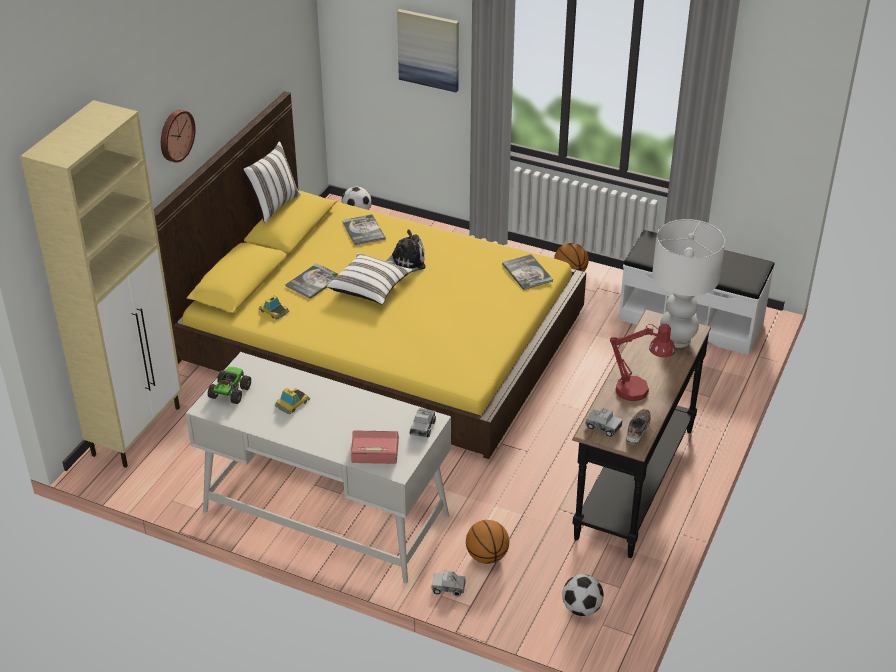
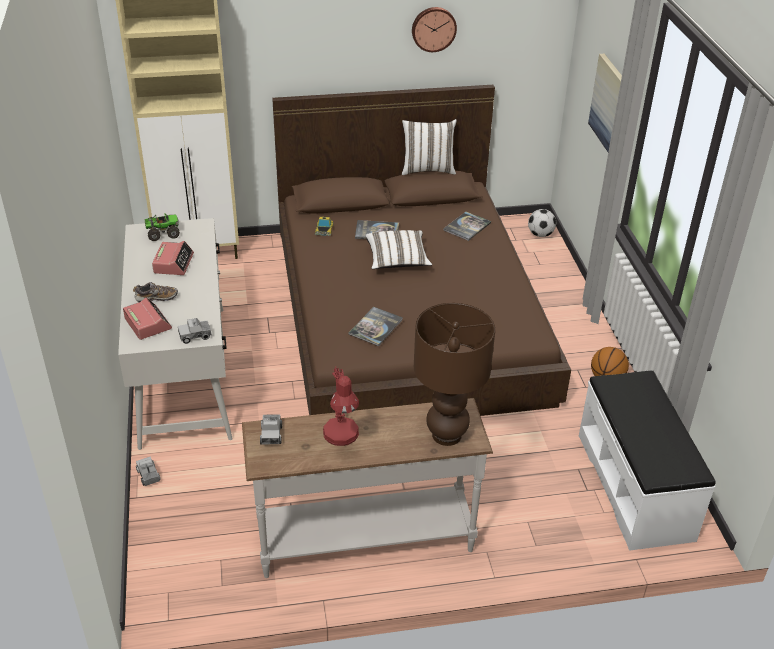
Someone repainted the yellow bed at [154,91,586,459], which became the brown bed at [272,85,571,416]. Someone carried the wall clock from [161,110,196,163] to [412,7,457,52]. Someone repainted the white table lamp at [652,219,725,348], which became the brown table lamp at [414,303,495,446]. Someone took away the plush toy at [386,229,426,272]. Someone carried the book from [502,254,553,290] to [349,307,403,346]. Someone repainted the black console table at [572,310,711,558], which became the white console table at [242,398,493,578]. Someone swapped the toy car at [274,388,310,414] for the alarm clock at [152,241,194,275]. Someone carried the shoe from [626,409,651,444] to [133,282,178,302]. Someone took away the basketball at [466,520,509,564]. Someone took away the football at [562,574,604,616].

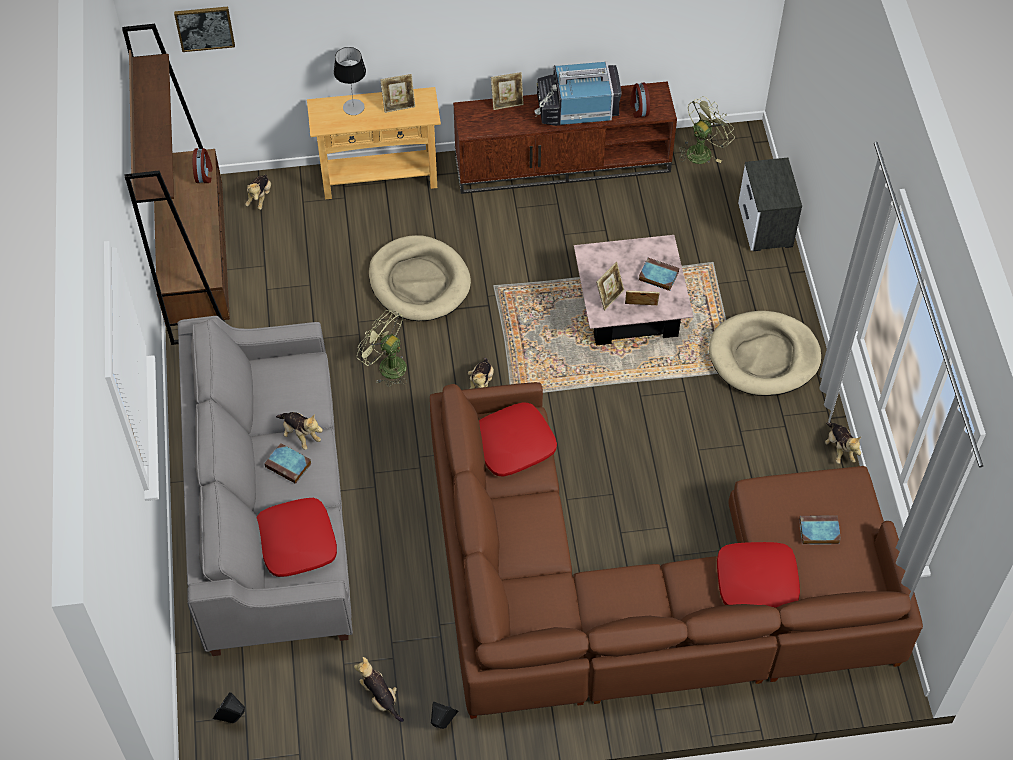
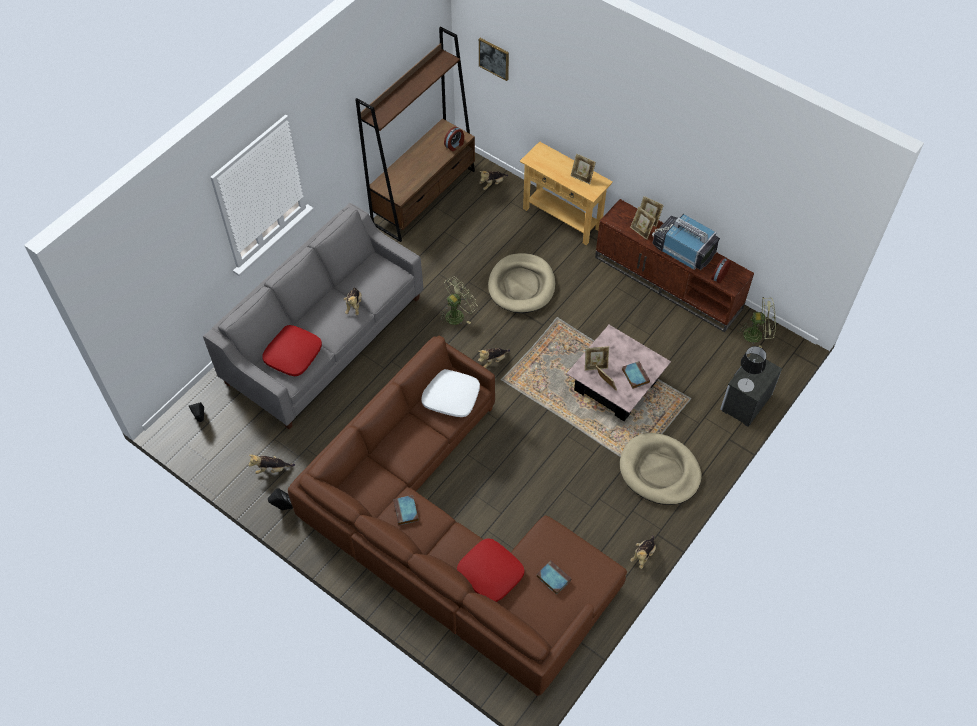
Someone carried the table lamp from [334,47,366,115] to [738,346,767,392]. Someone rotated the green fan at [357,310,407,387] by 60 degrees clockwise. Someone repainted the red pillow at [479,402,557,477], which became the white pillow at [421,369,480,417]. Someone carried the book from [264,443,312,484] to [393,495,419,525]. Someone rotated the plush toy at [354,657,404,722] by 105 degrees counterclockwise. Someone put down the picture frame at [630,207,656,240].

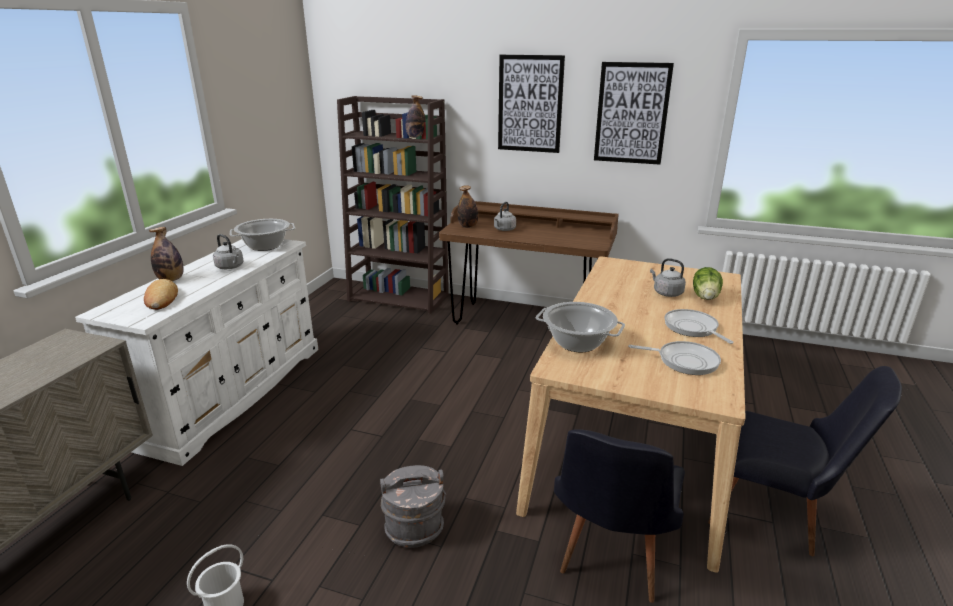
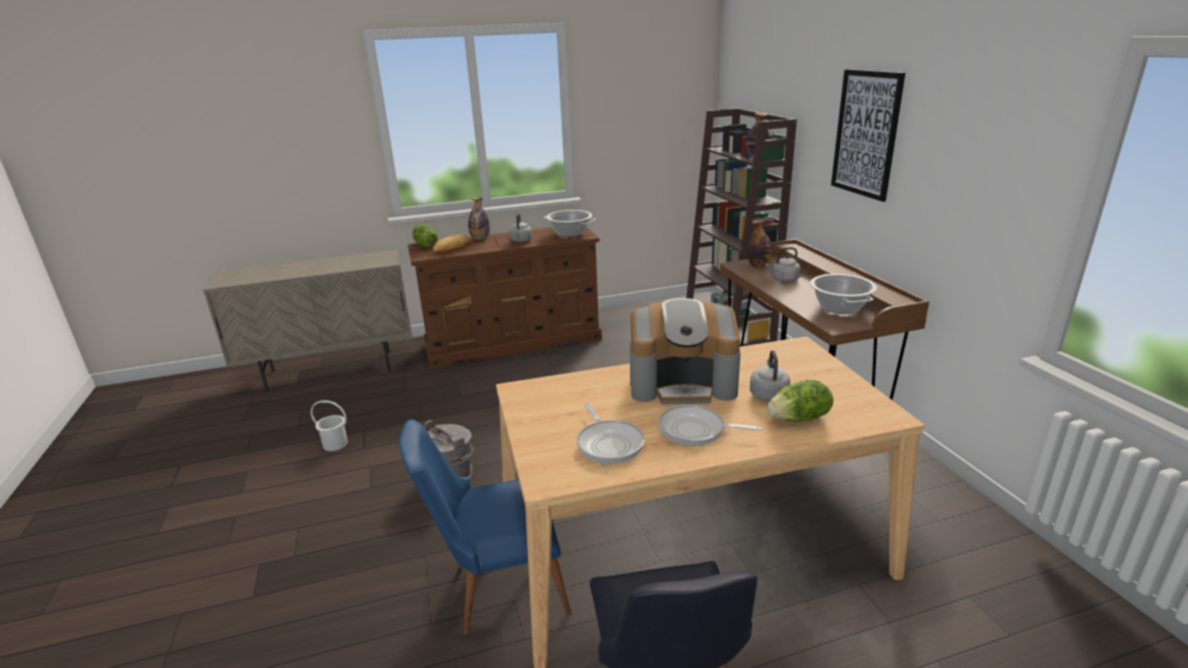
Someone took away the picture at [594,62,674,165]. Someone repainted the white dresser at [75,239,319,466], which became the brown dresser at [408,227,602,369]. Someone carried the cooking pot from [536,302,625,352] to [810,274,877,314]. Someone rotated the frying pan at [664,309,733,344] by 105 degrees counterclockwise. Someone repainted the black chair at [554,429,685,603], which became the blue chair at [399,420,572,635]. Someone put down the lettuce at [412,224,438,247]. Someone put down the coffee machine at [630,298,741,404].

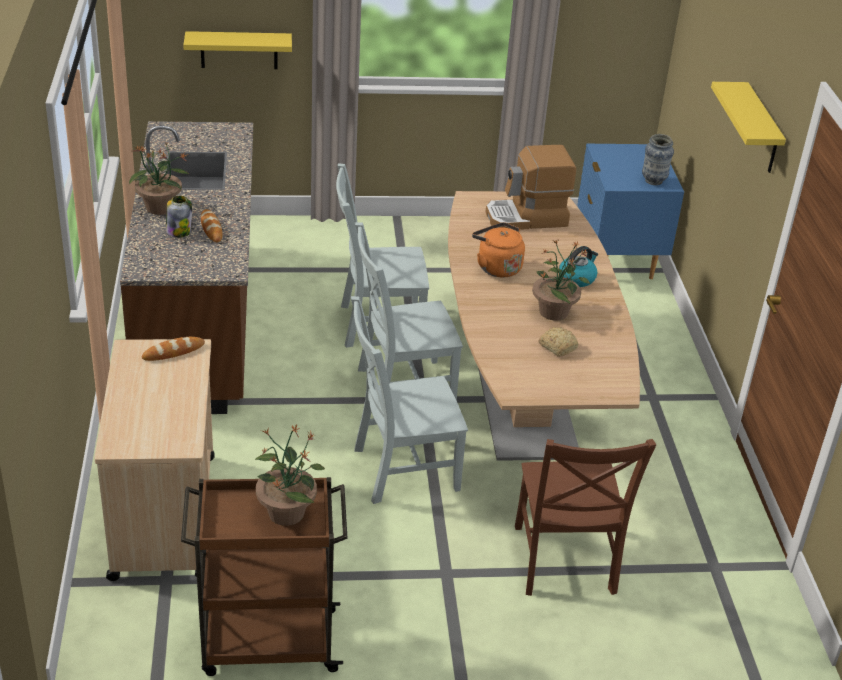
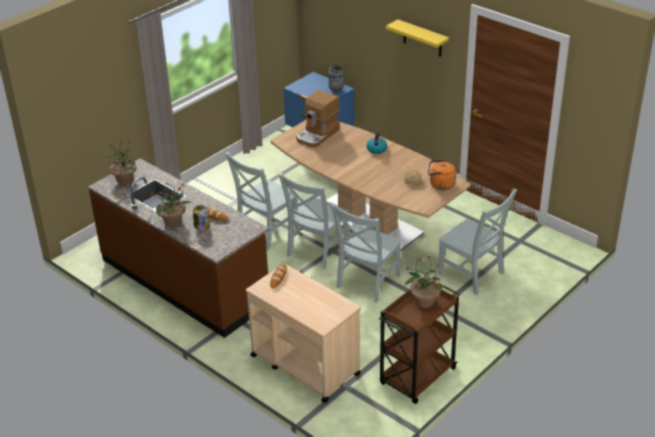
Someone took away the yellow shelf at [183,31,292,69]. Someone carried the orange kettle from [472,222,525,278] to [428,159,456,190]. Someone carried the potted plant from [532,240,590,321] to [107,139,138,184]. Someone repainted the brown chair at [515,439,657,596], which became the grey chair at [438,189,517,295].

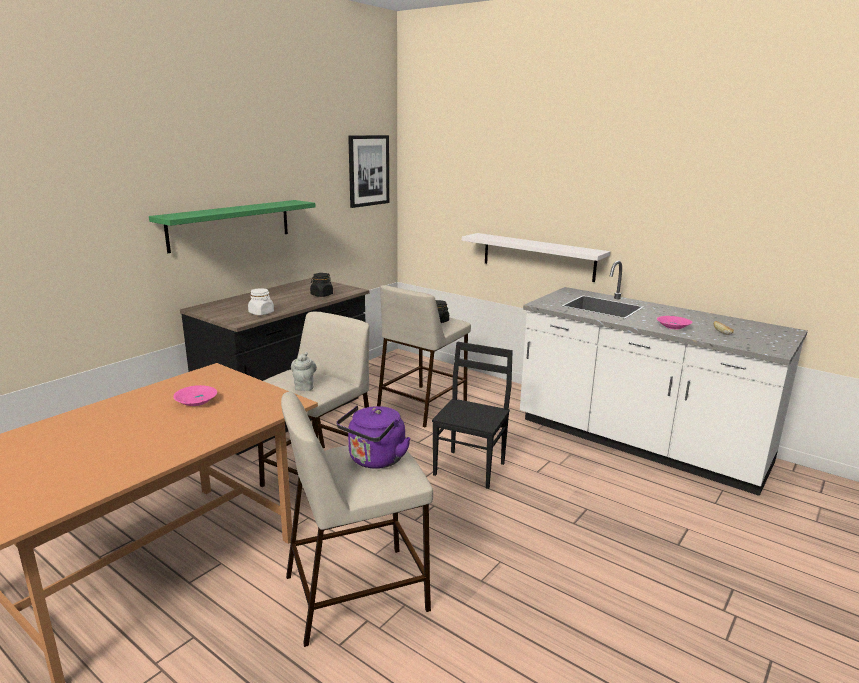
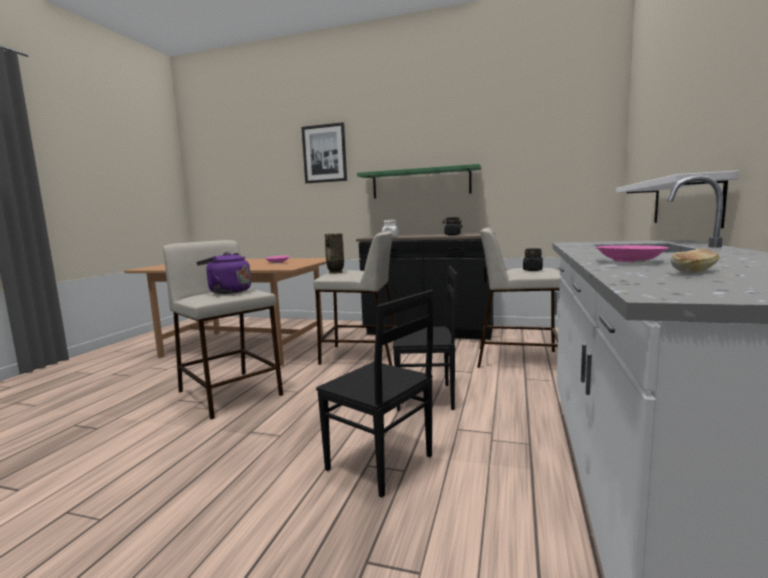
Someone carried the picture from [348,135,389,208] to [301,122,347,183]. Someone swapped the grey teapot at [291,352,317,391] for the vase at [325,233,344,274]. Someone put down the black chair at [316,290,433,497].

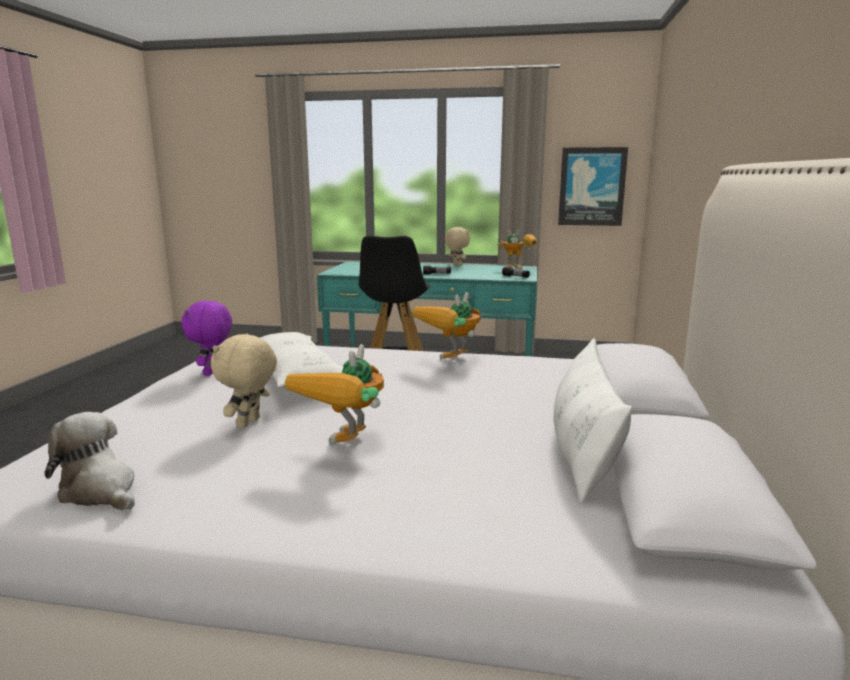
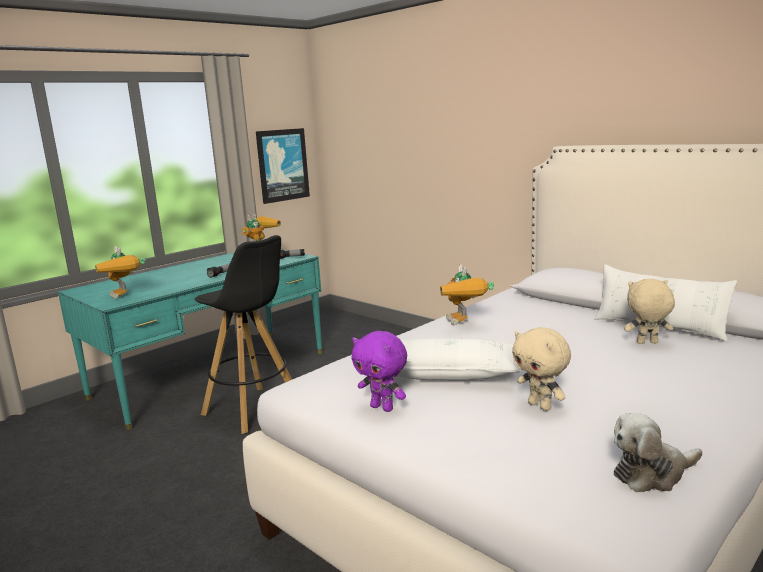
Someone carried the beige plush toy from [445,227,470,266] to [624,279,675,344]. Someone carried the toy robot from [285,344,384,446] to [95,246,146,299].

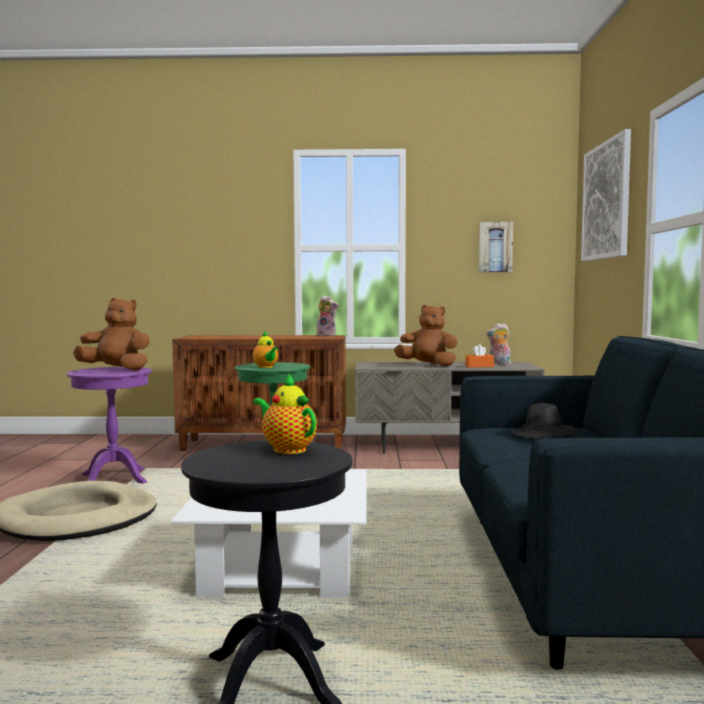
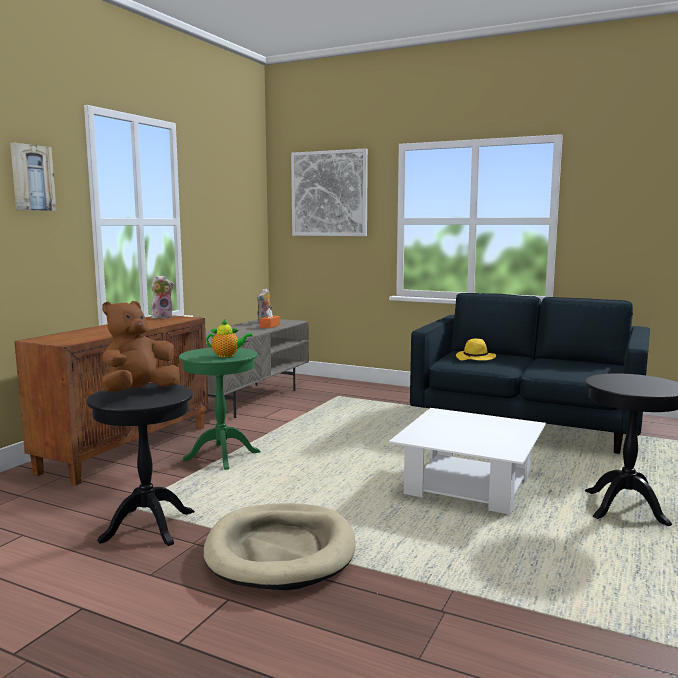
Someone carried the picture from [479,222,513,272] to [10,143,57,211]. Someone took away the brown plush toy at [394,305,458,366]. Someone repainted the purple side table at [67,367,152,484], which became the black side table at [87,383,195,546]. Someone took away the teapot at [253,374,317,454]. Someone repainted the black hat at [511,403,576,438], which became the yellow hat at [456,339,496,361].

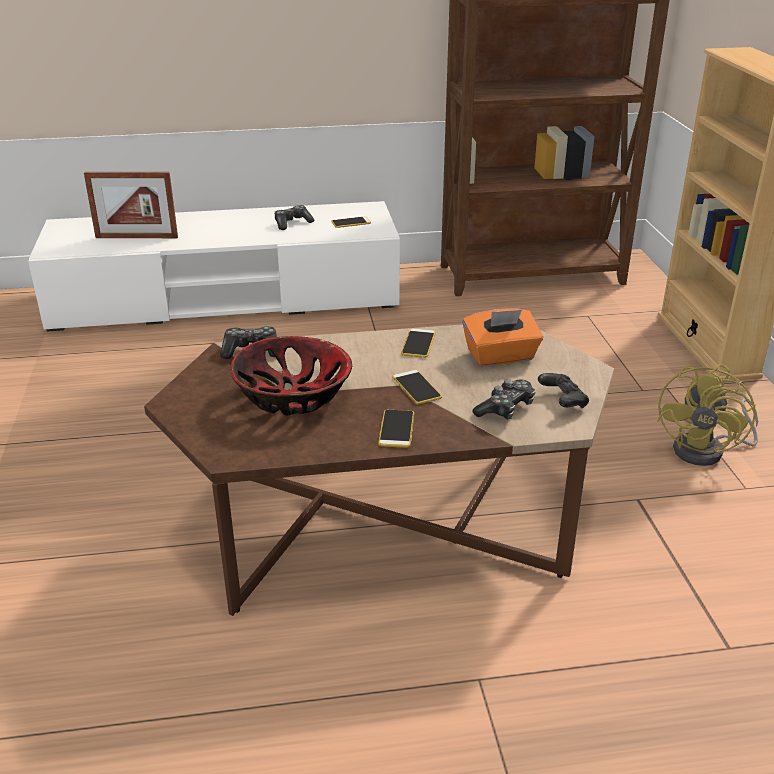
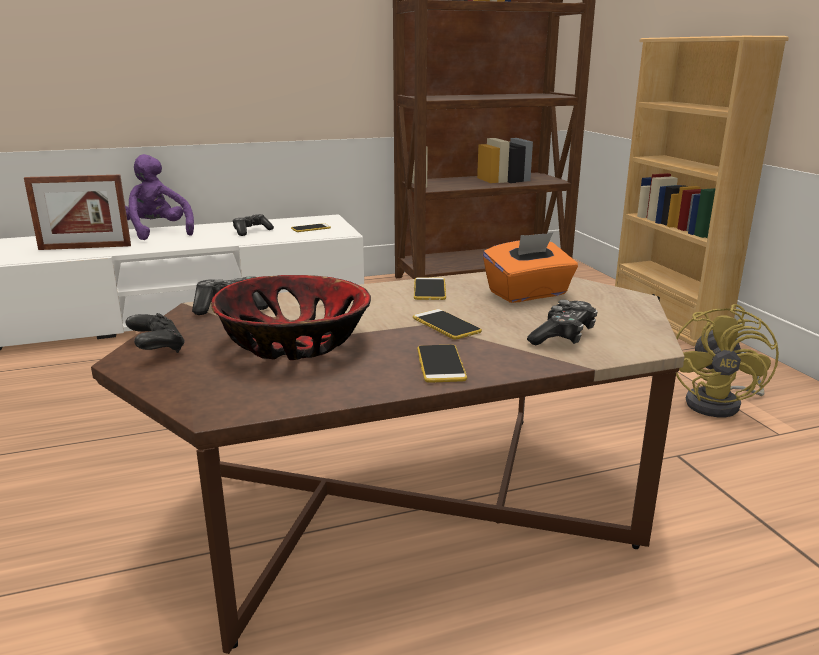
Someone carried the black game controller from [538,373,589,408] to [126,313,185,353]. Someone put down the purple plush toy at [125,154,194,240].

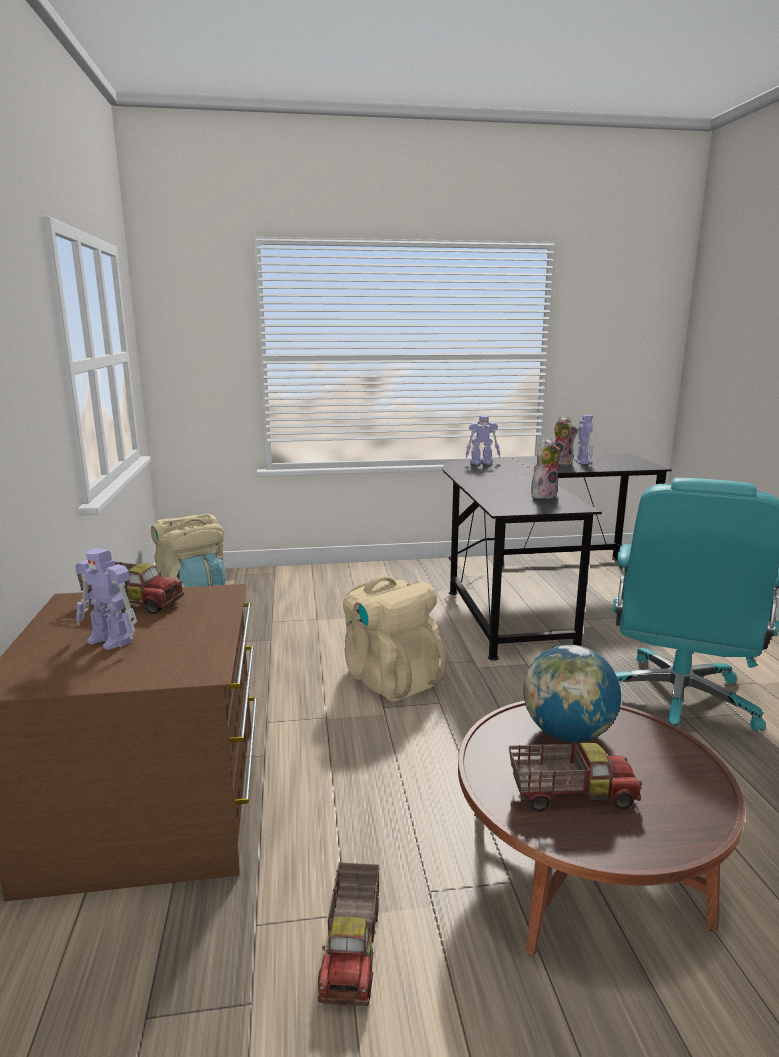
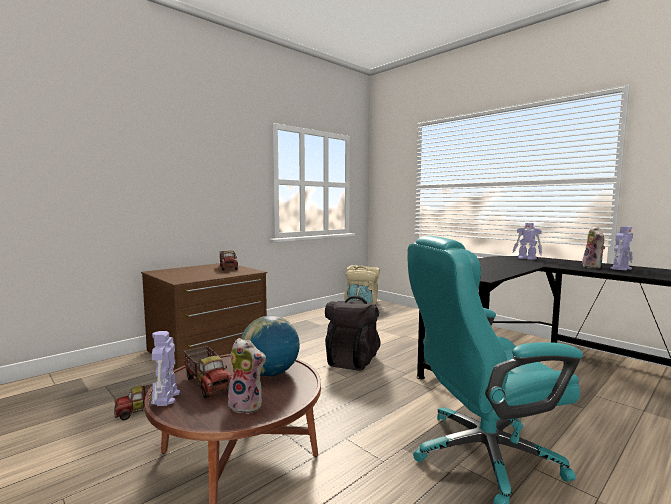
Someone carried the plush toy from [531,439,561,499] to [226,338,266,414]. Someone carried the toy robot from [75,548,137,650] to [151,331,180,406]. Someone repainted the beige backpack at [343,575,446,702], which became the black backpack at [325,295,381,371].

